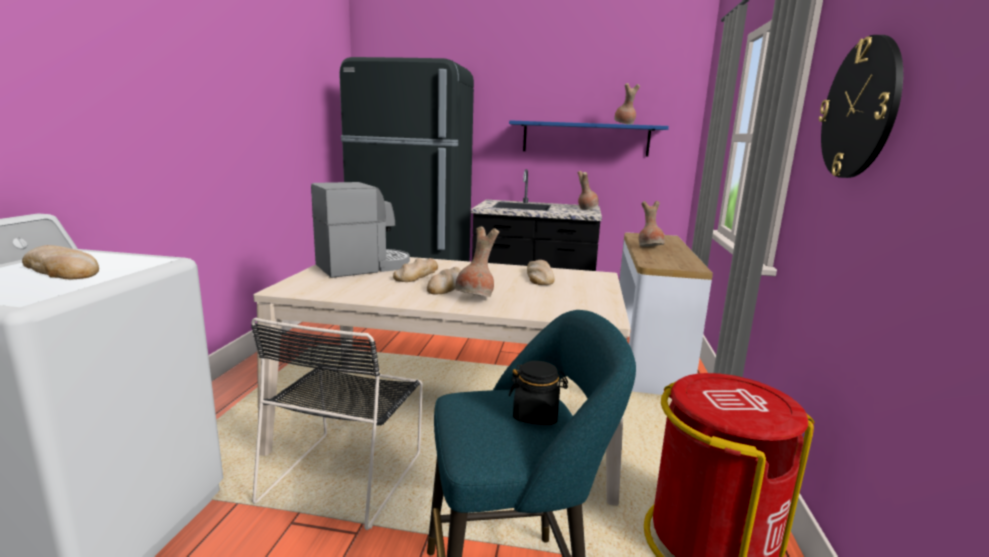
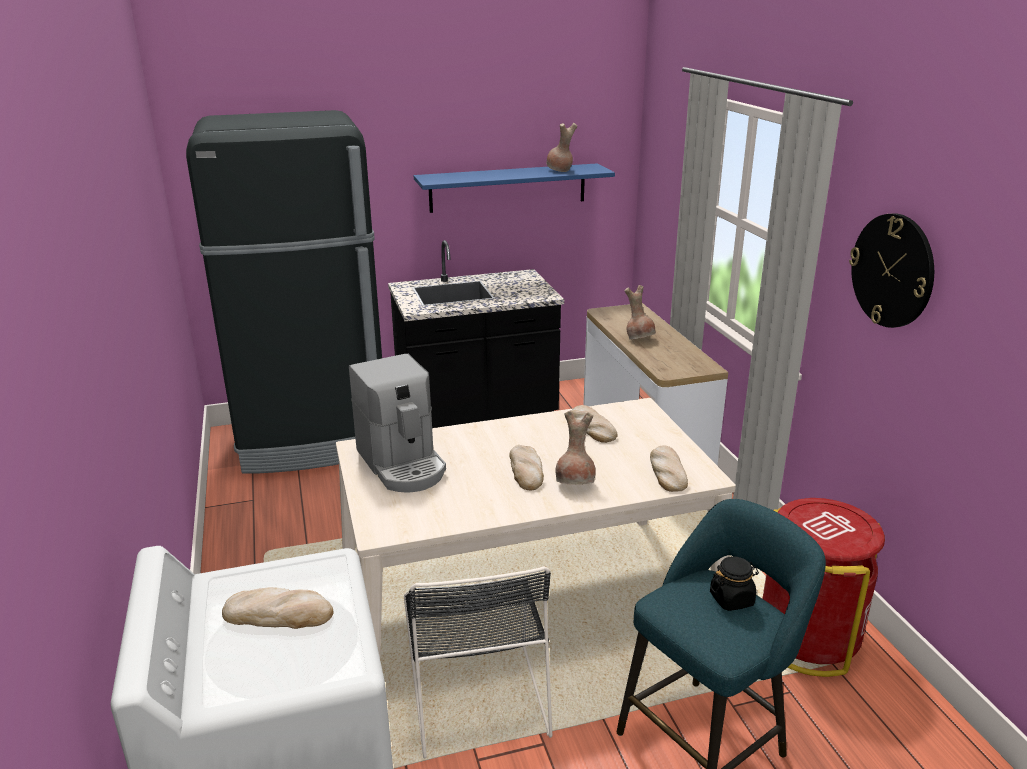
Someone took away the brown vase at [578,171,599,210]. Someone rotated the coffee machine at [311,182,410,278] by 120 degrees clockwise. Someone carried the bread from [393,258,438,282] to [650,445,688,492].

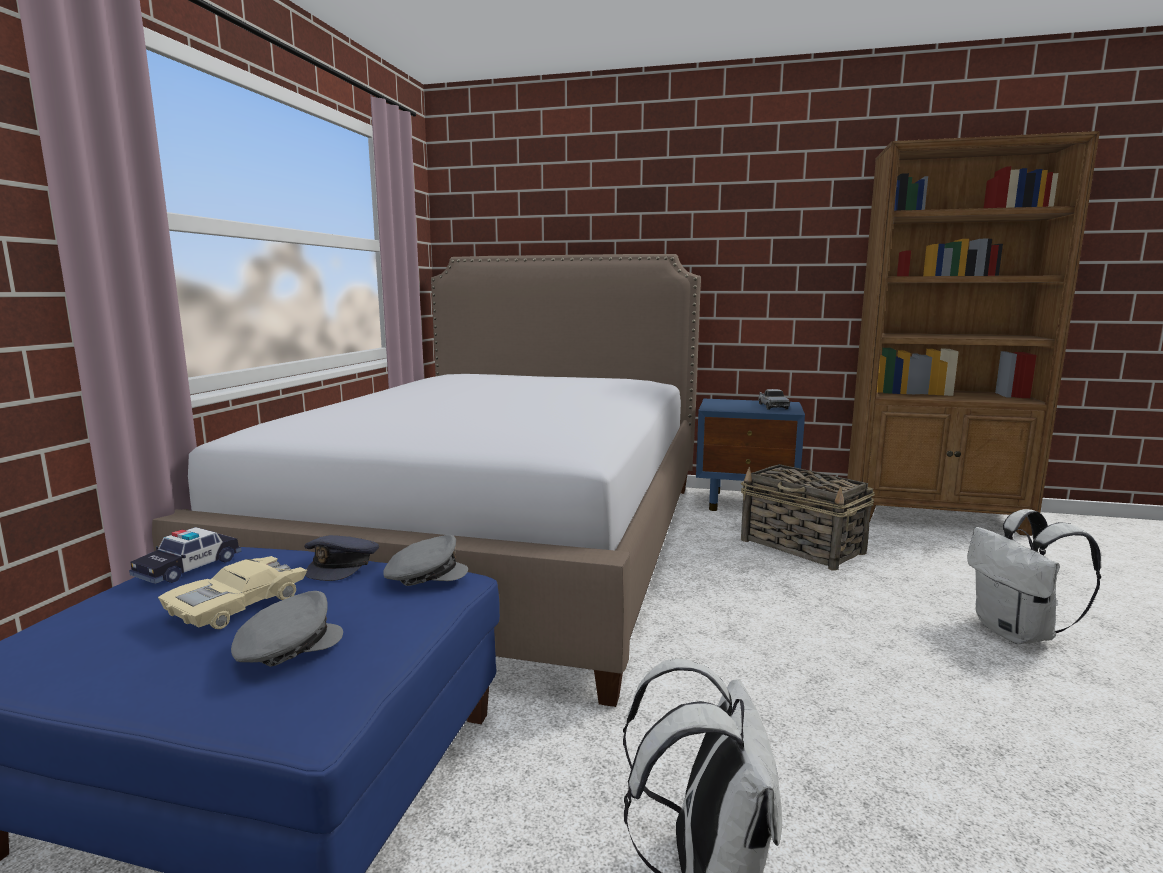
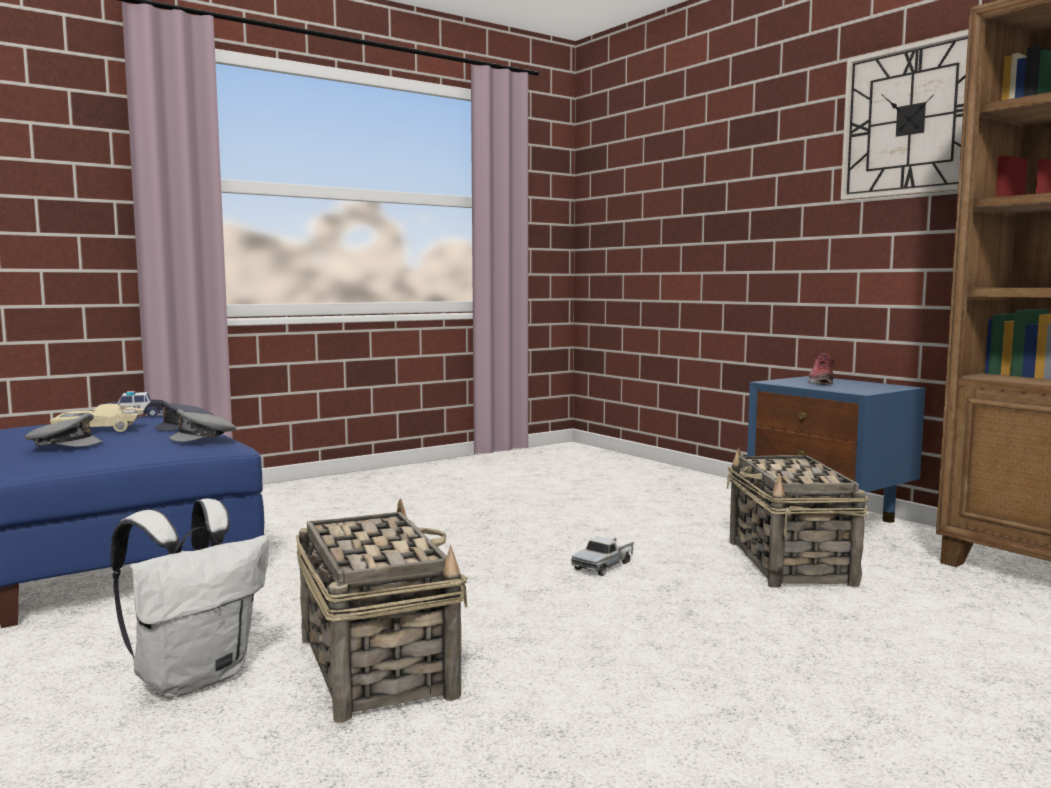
Someone took away the bed at [152,254,701,707]. Someone carried the toy truck from [758,389,790,410] to [571,537,633,576]. Someone took away the white backpack at [967,509,1101,644]. Someone rotated the grey cap at [383,535,468,586] by 120 degrees clockwise. Someone put up the wall clock at [840,30,968,200]. Someone put down the shoe at [808,353,834,385]. Someone put down the basket at [296,499,468,723].

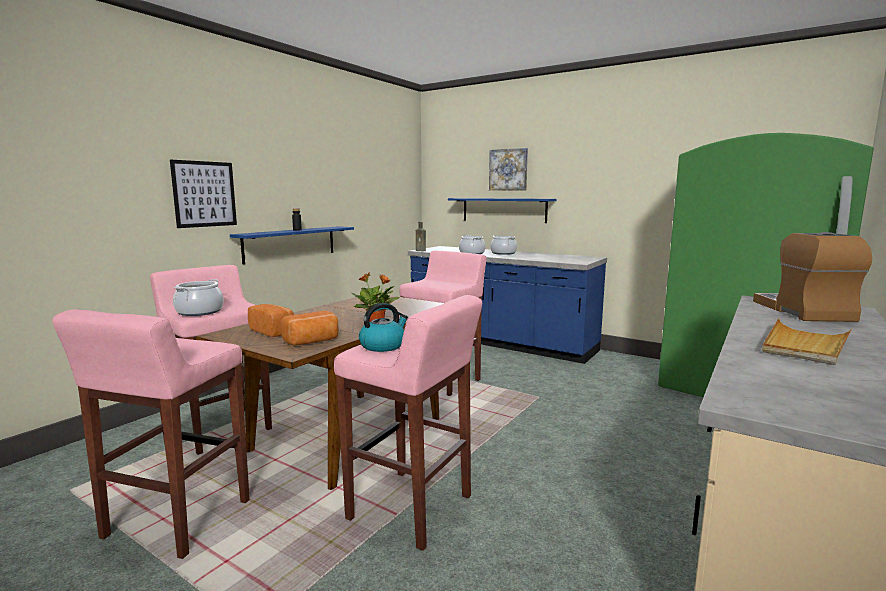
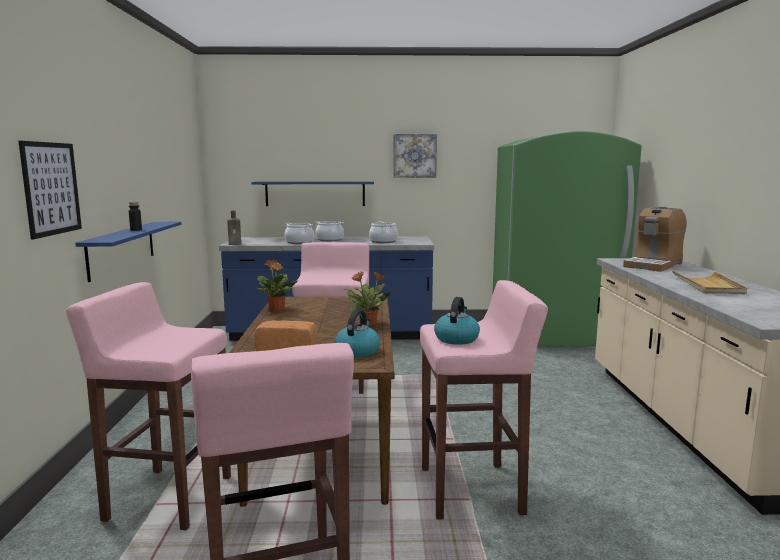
Someone carried the picture from [489,148,528,191] to [394,134,437,178]. Someone rotated the coffee machine at [753,232,872,322] by 105 degrees counterclockwise. Someone carried the cooking pot from [173,279,224,316] to [369,222,398,243]. Someone swapped the bread at [281,311,339,346] for the kettle at [335,309,380,358]. Someone put down the potted plant at [257,259,297,311].

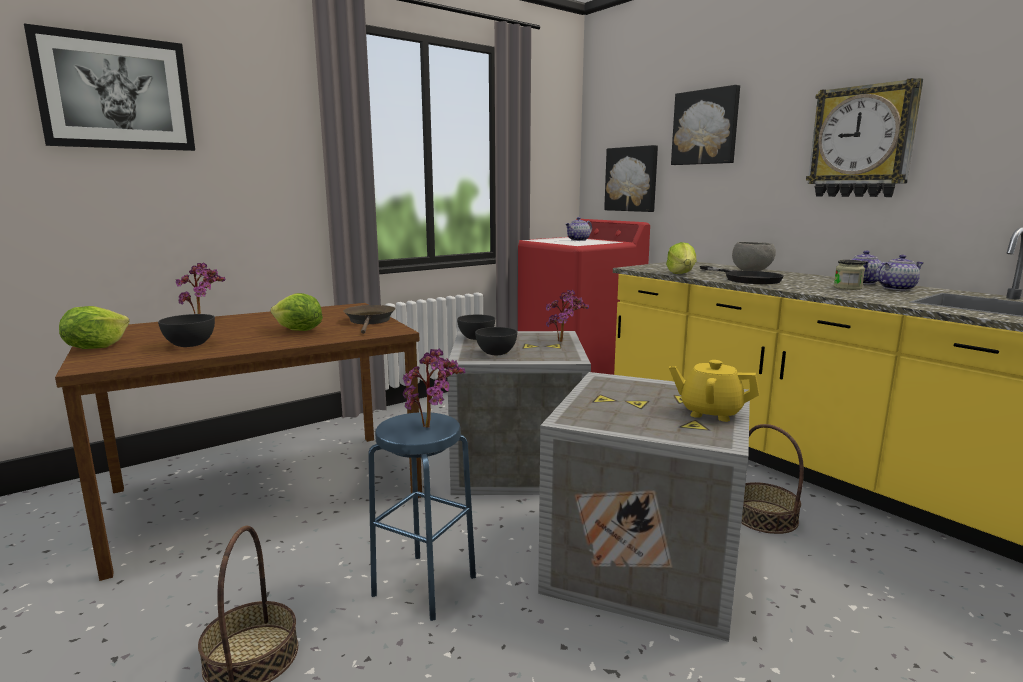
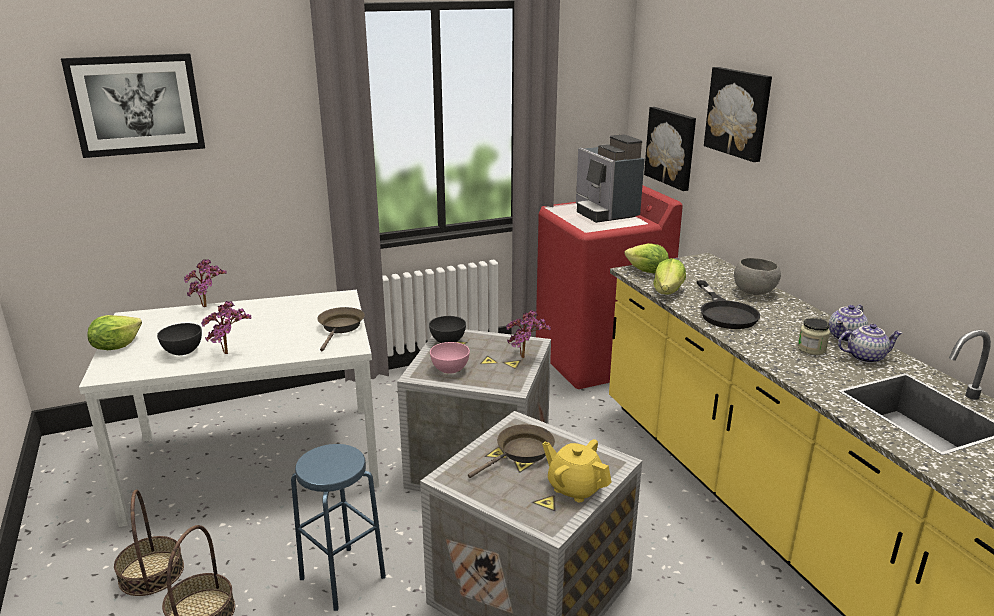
Someone took away the wall clock at [806,78,923,197]. Someone swapped the teapot at [565,217,592,241] for the coffee machine at [576,134,645,223]. Someone carried the lettuce from [270,293,323,331] to [624,243,669,273]. Someone repainted the brown dining table at [55,303,422,581], which became the white dining table at [79,290,379,527]. Someone repainted the grey bowl at [475,327,517,355], which became the pink bowl at [430,342,470,374]. Someone carried the potted plant from [403,348,466,428] to [201,301,252,354]. Someone carried the basket from [741,424,804,534] to [114,490,184,596]. Someone put down the brown frying pan at [468,424,555,478].

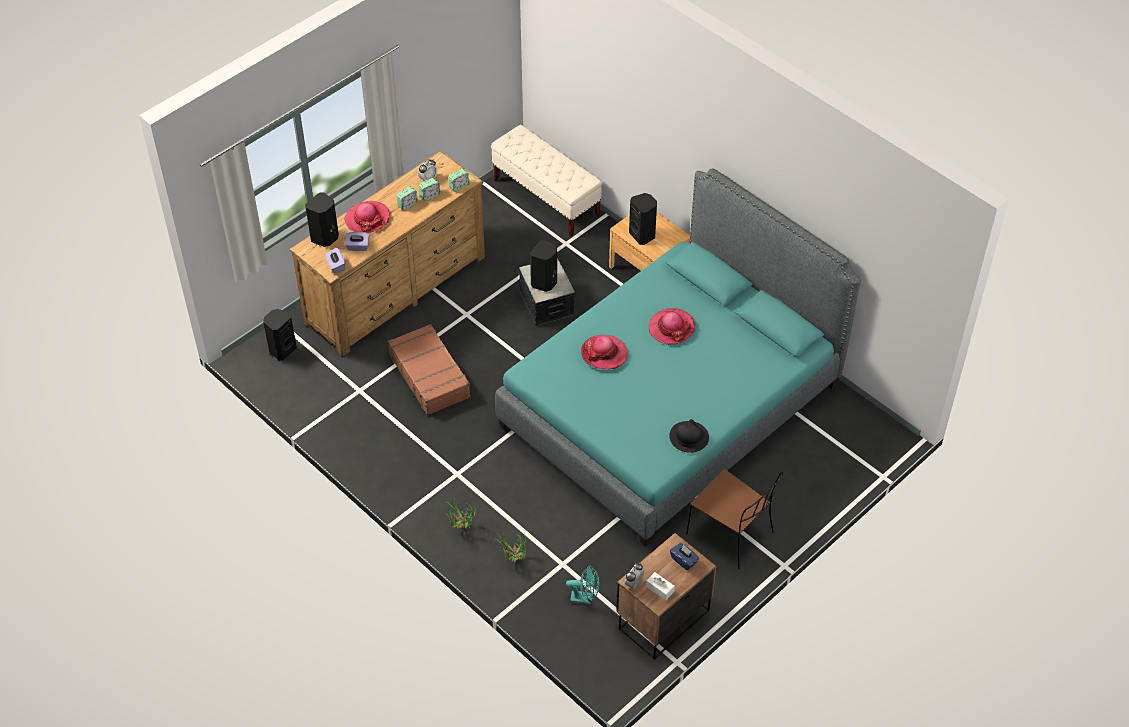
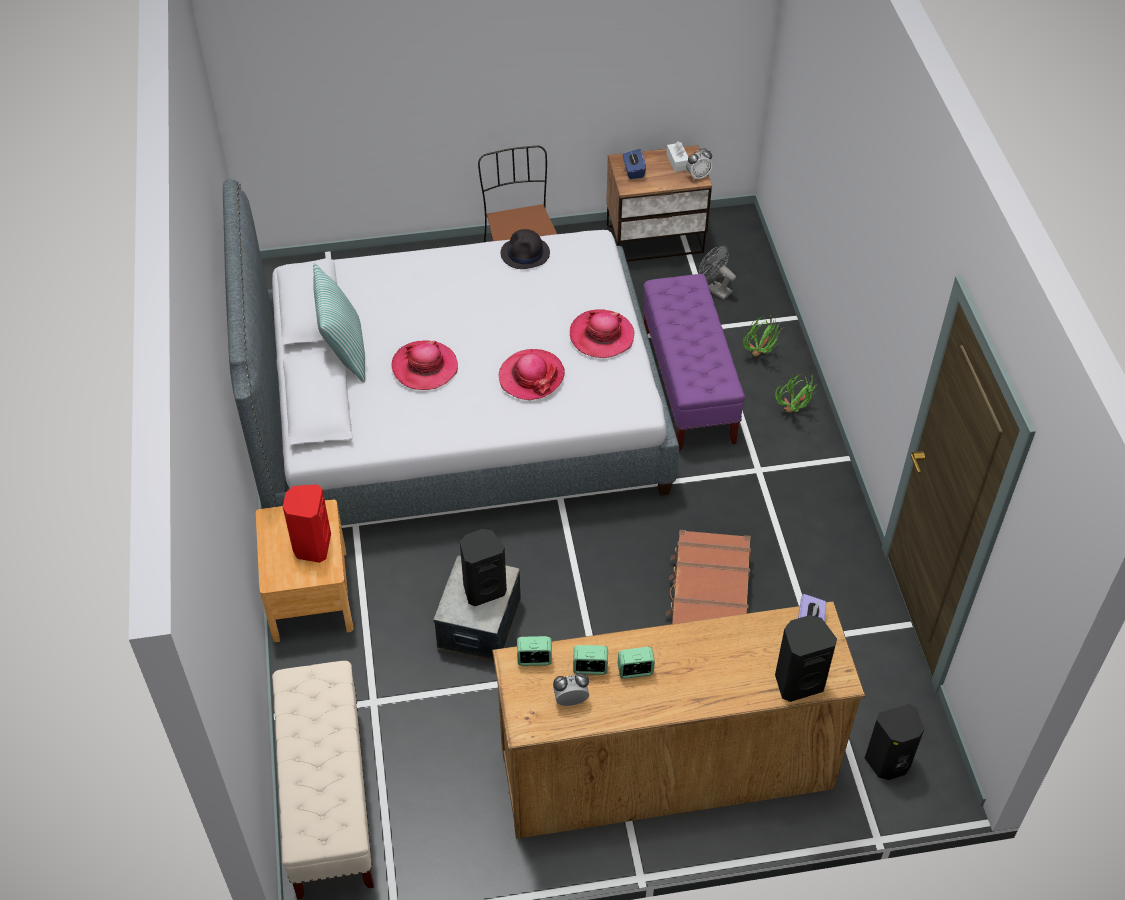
Someone repainted the turquoise bed at [495,168,861,547], which became the grey bed at [223,179,679,526]. Someone repainted the black speaker at [629,193,657,245], which became the red speaker at [283,484,331,563]. Someone carried the hat from [344,201,390,233] to [570,309,634,358]. Someone took away the purple tissue box at [345,232,369,251]. Someone repainted the turquoise fan at [566,566,599,605], which became the grey fan at [699,246,736,300]. Someone put down the pillow at [313,263,365,383]. Someone put down the purple bench at [643,274,745,451].

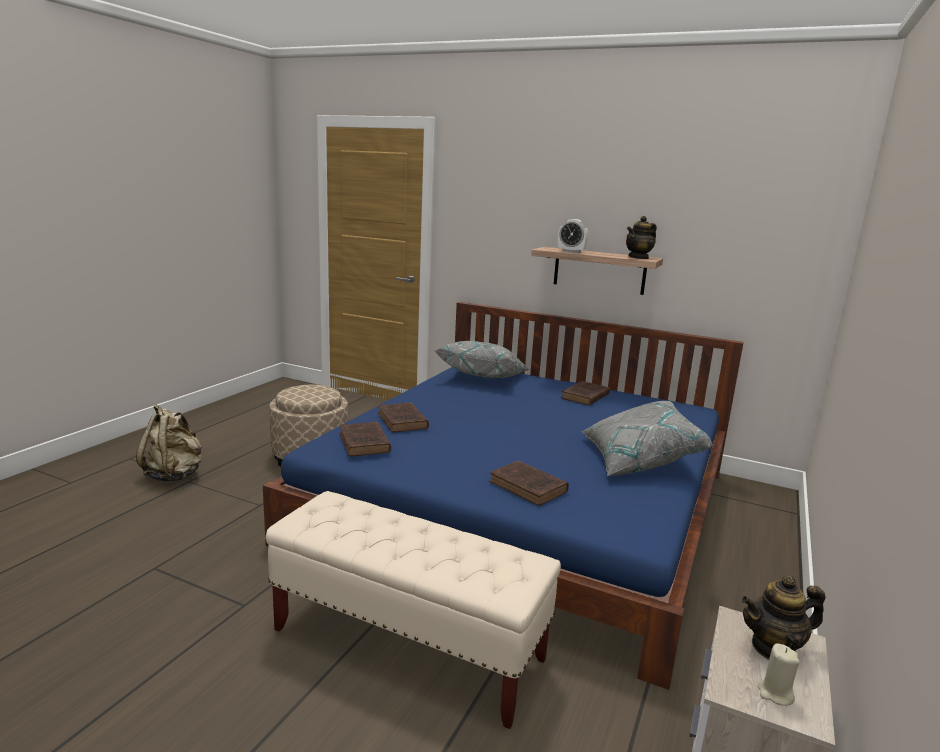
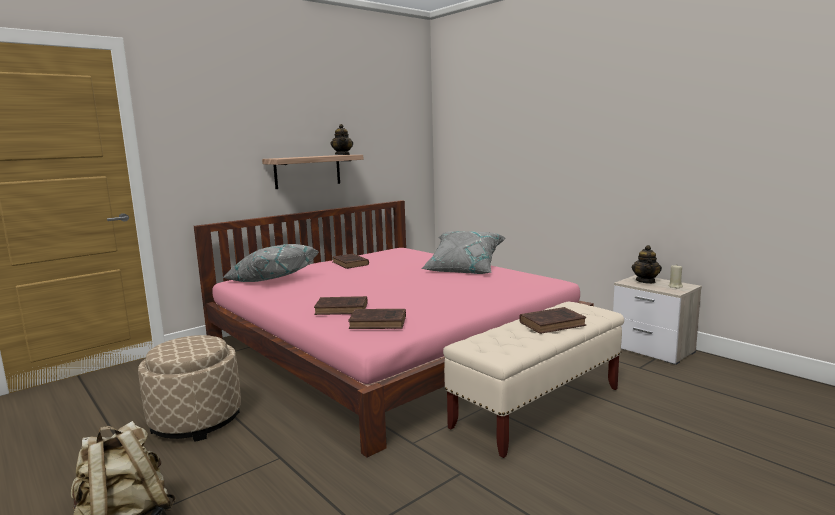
Someone took away the alarm clock at [558,219,589,253]. Someone repainted the blue bed at [263,302,744,690], which became the pink bed at [194,200,594,457]. Someone carried the brown book from [489,460,569,506] to [519,307,586,334].

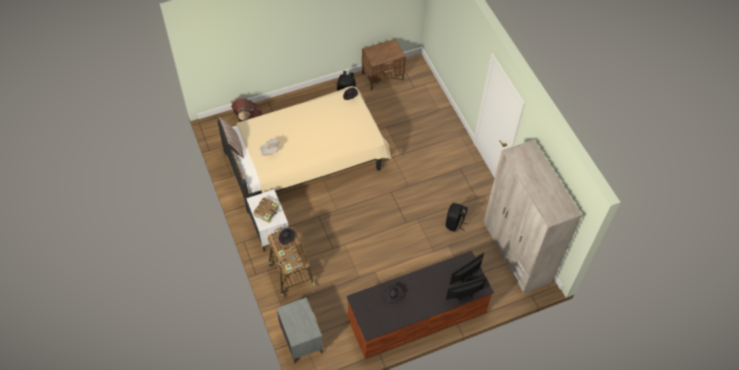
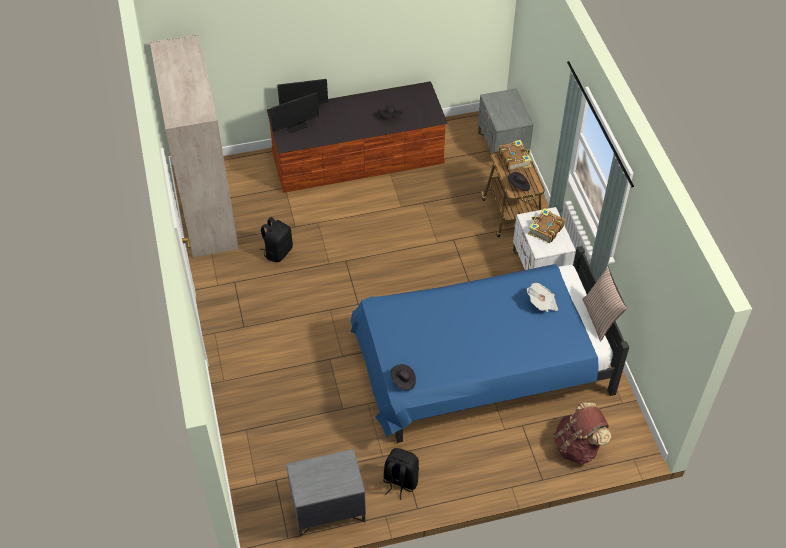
Someone repainted the brown nightstand at [362,39,406,90], which became the grey nightstand at [286,449,366,537]. Someone repainted the beige bed at [217,86,392,214], which became the blue bed at [350,246,629,443].

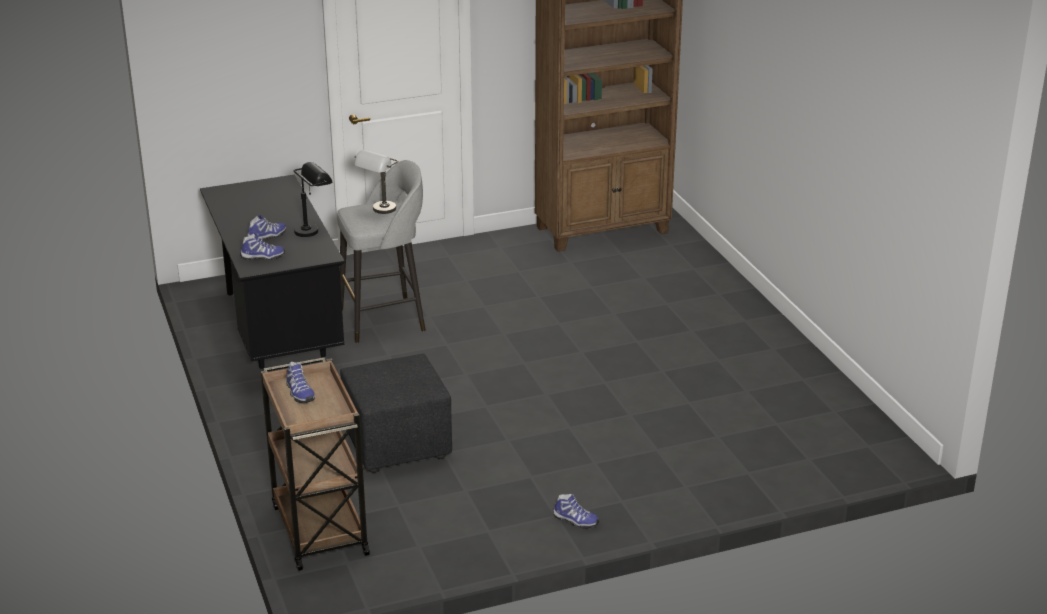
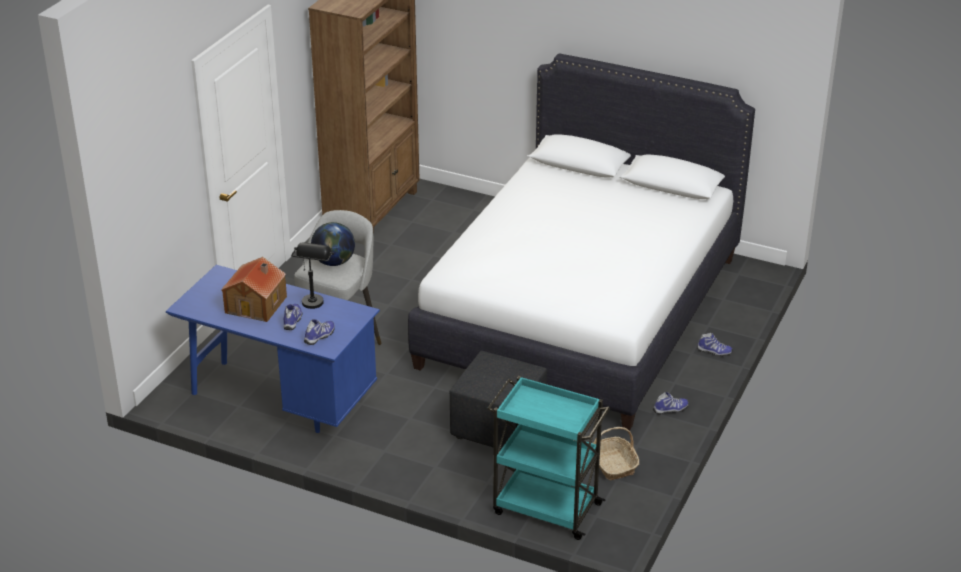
Someone swapped the grey table lamp at [354,150,399,214] for the globe at [311,222,355,266]. Someone repainted the black desk at [200,175,345,369], which became the blue desk at [166,265,380,433]. Someone repainted the brown cart at [260,358,370,571], which became the turquoise cart at [487,376,610,540]. Someone carried the shoe from [286,362,315,403] to [697,333,733,357]. Someone put down the white bed at [408,53,755,430]. Someone put down the toy house at [221,257,287,322]. Someone put down the basket at [593,427,639,480].

